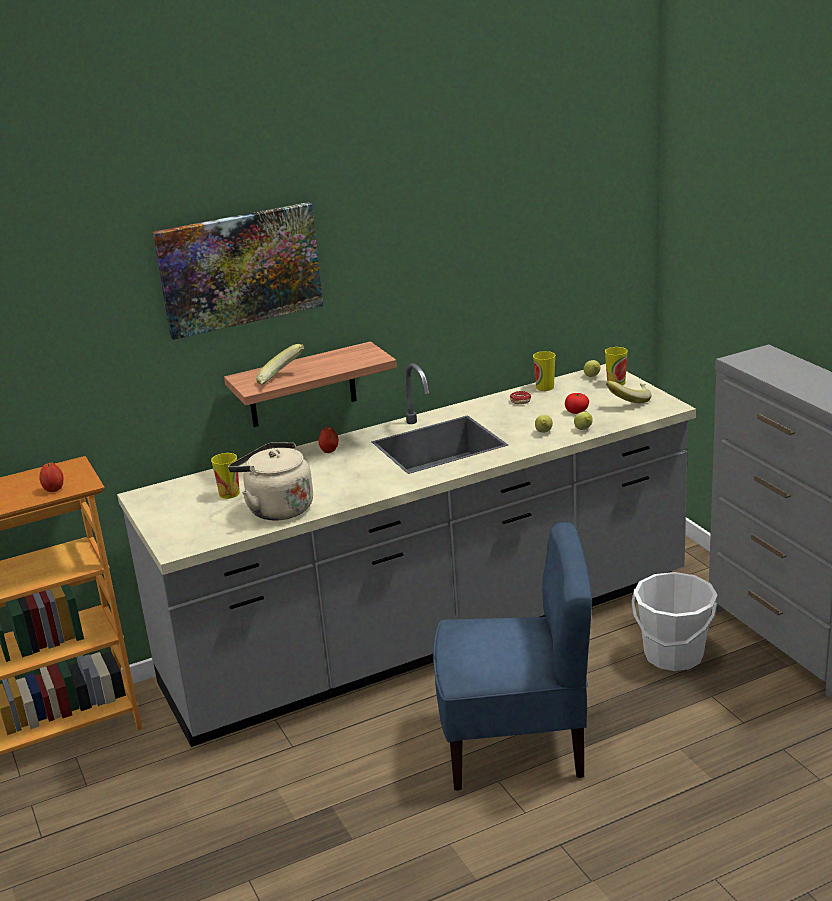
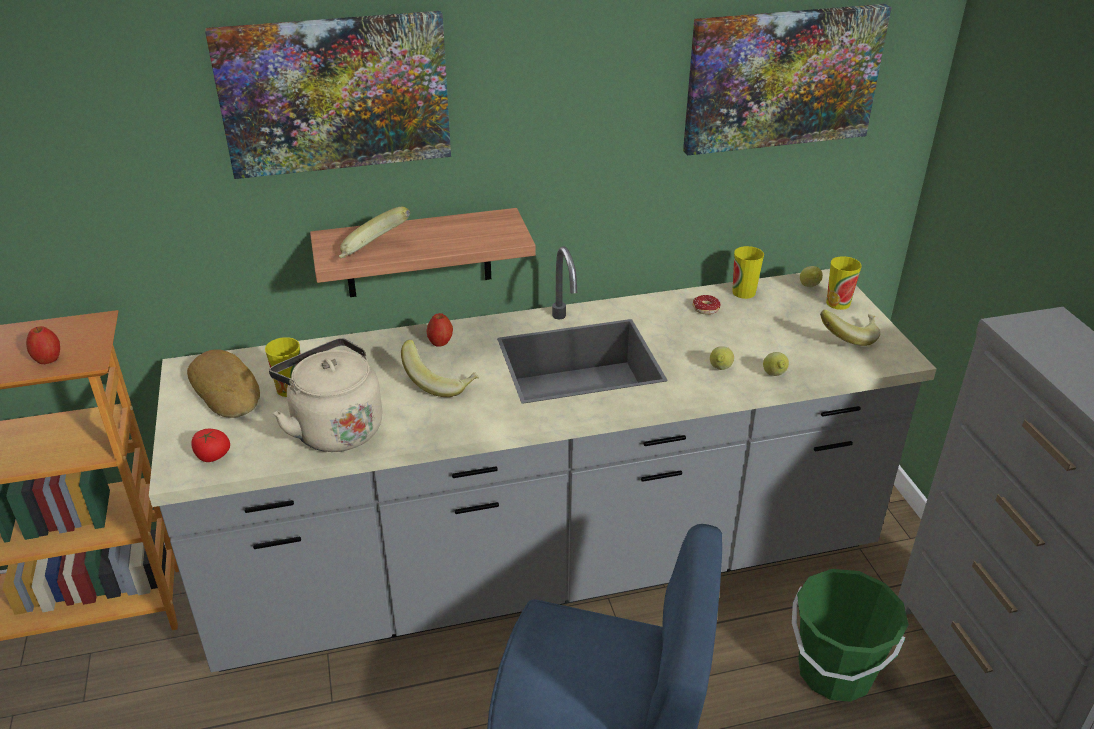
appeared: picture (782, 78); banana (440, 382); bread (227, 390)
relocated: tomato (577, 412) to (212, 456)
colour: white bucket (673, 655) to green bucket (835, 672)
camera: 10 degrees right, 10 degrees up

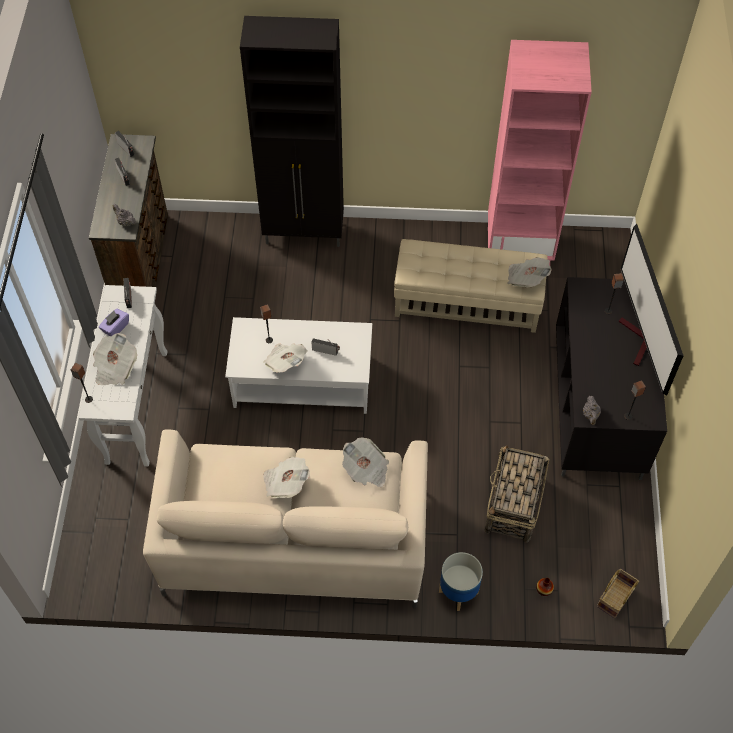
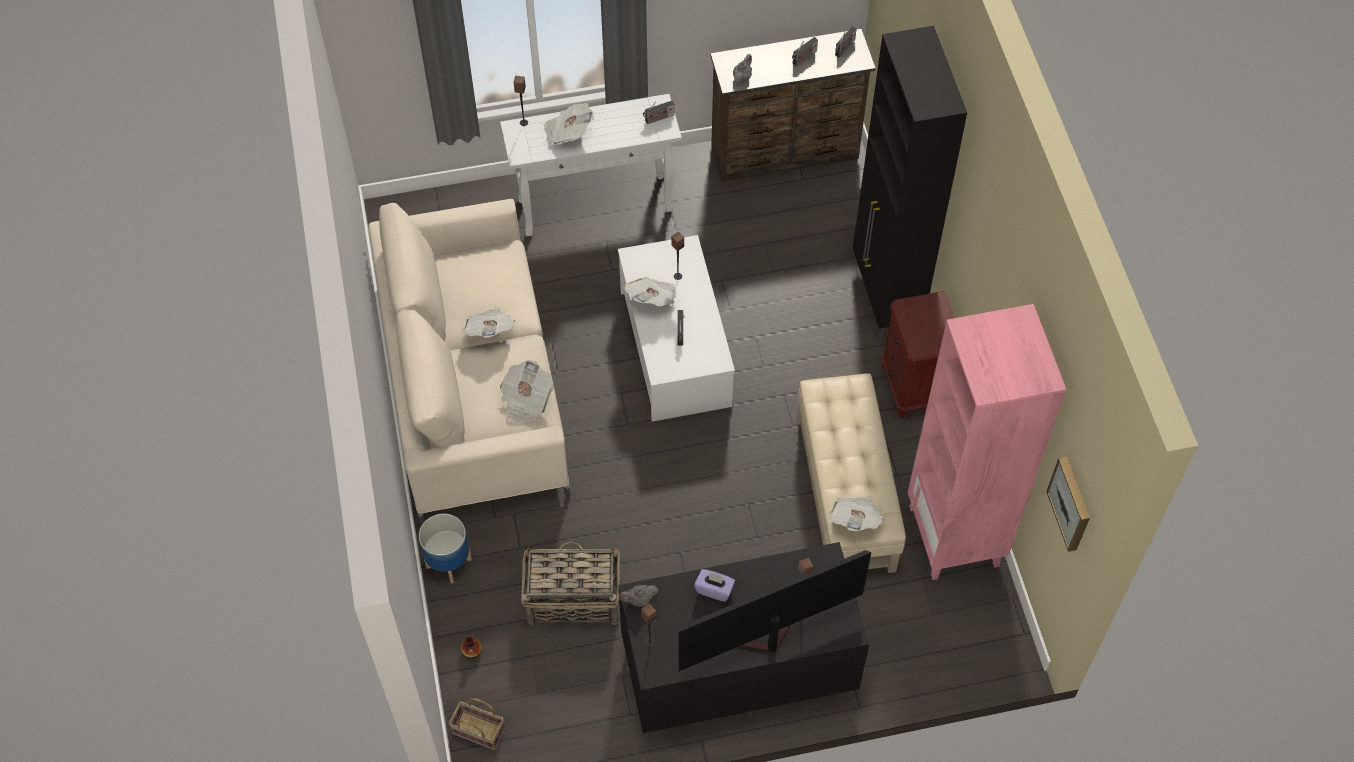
appeared: brown nightstand (914, 387); picture (1071, 503)
relocated: purple tissue box (115, 327) to (714, 590)
camera: 75 degrees right, 0 degrees up

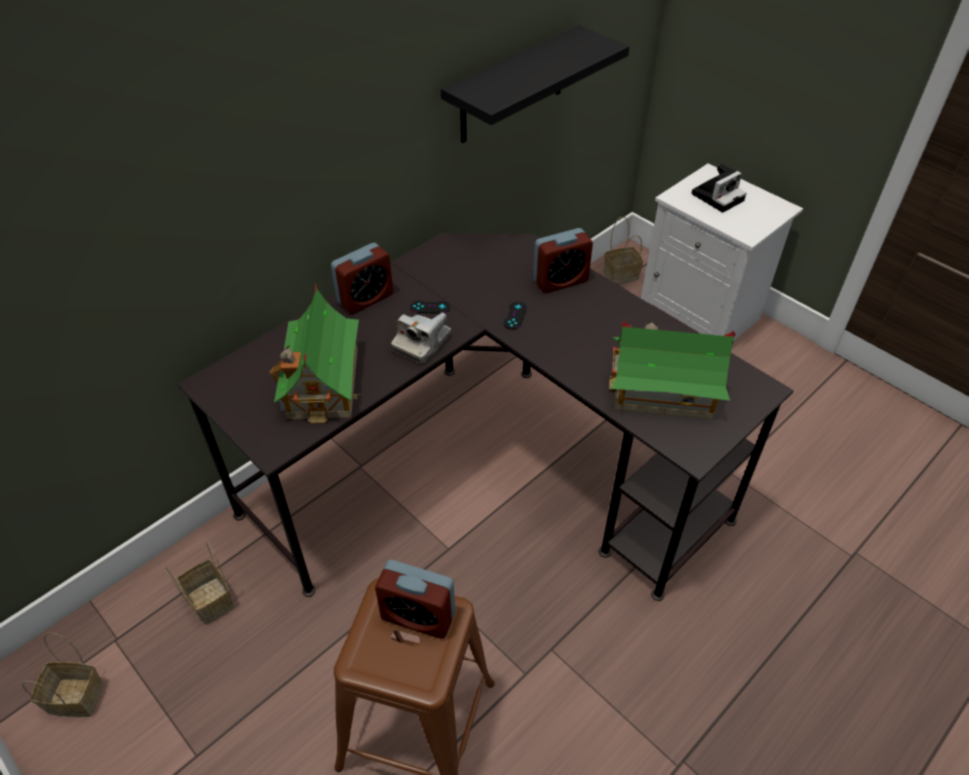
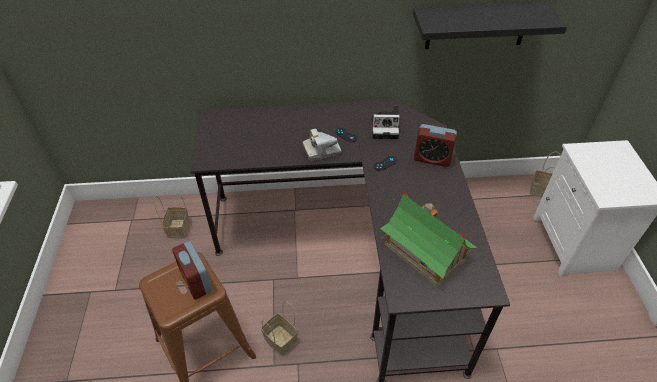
missing: alarm clock (365, 299); toy house (323, 382)
relocated: photo camera (718, 196) to (386, 128); basket (78, 696) to (282, 340)
camera: 40 degrees right, 0 degrees up

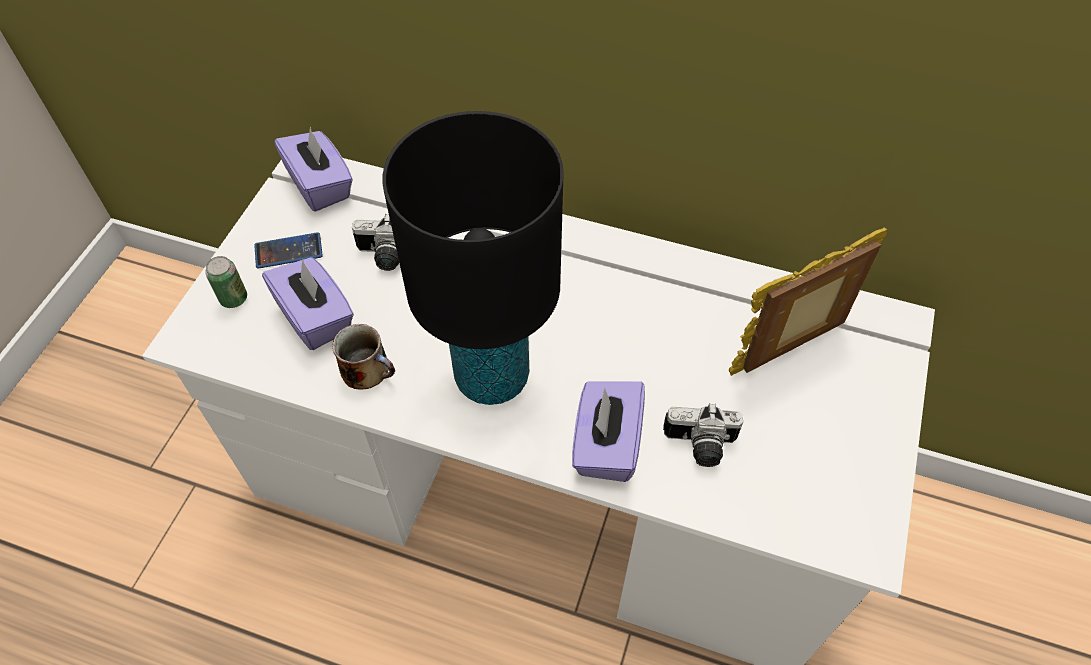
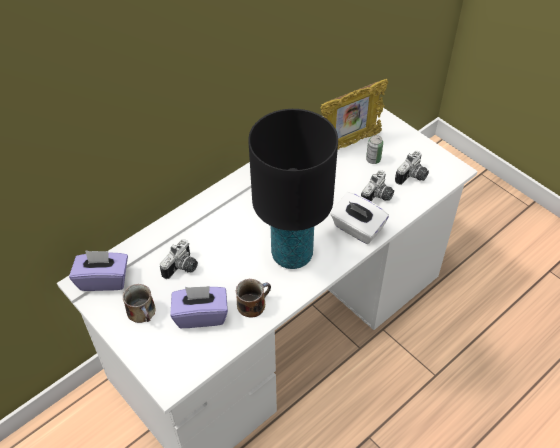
appeared: photo camera (413, 177)
relocated: can (234, 298) to (373, 159)
exchanged: phone (288, 251) to mug (142, 312)
colour: purple tissue box (606, 445) to white tissue box (357, 229)
spun: picture frame (790, 348) = (349, 144) 120 degrees counterclockwise
camera: 60 degrees left, 5 degrees down

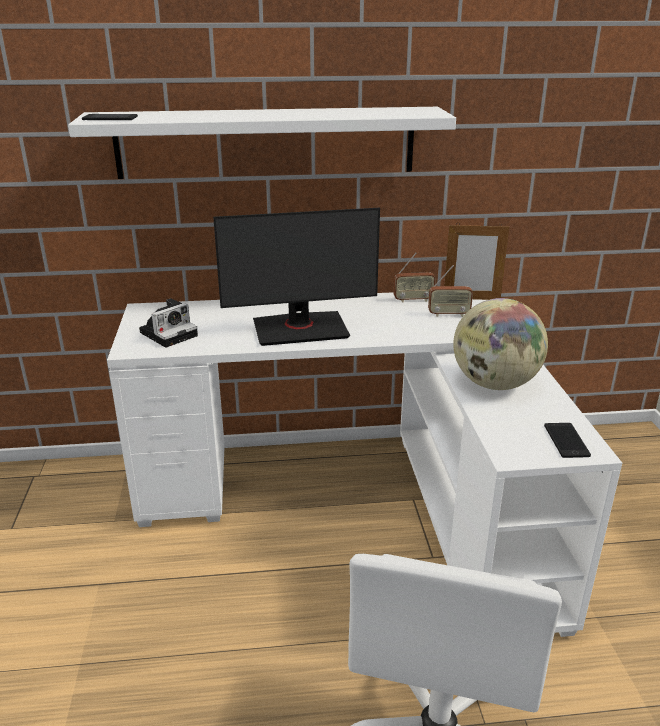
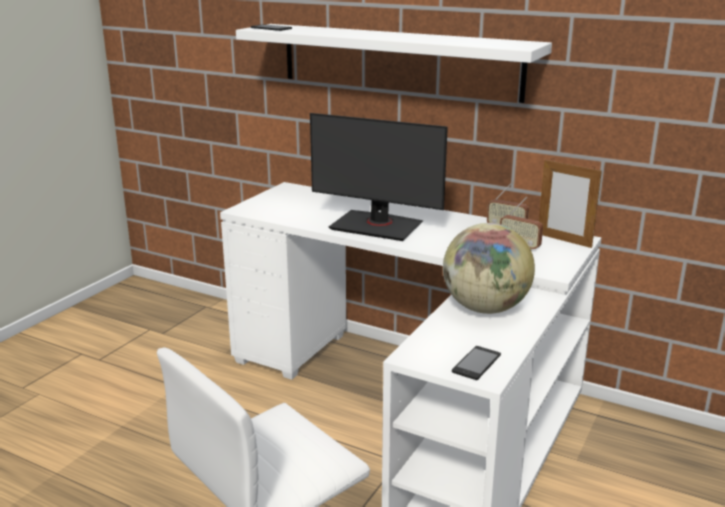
missing: photo camera (170, 333)
camera: 35 degrees right, 5 degrees down

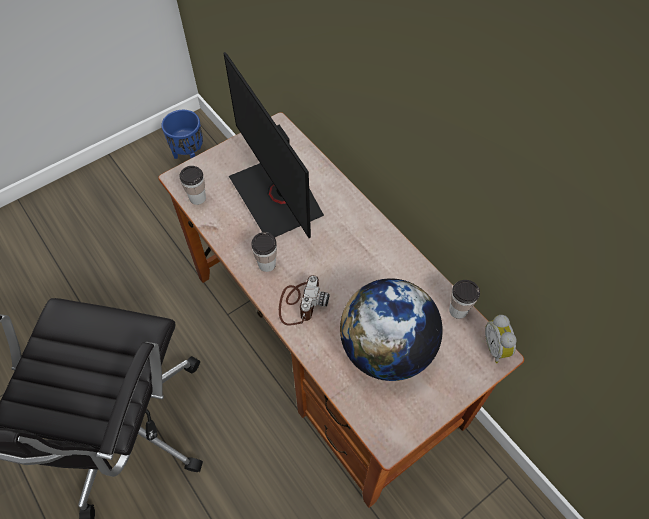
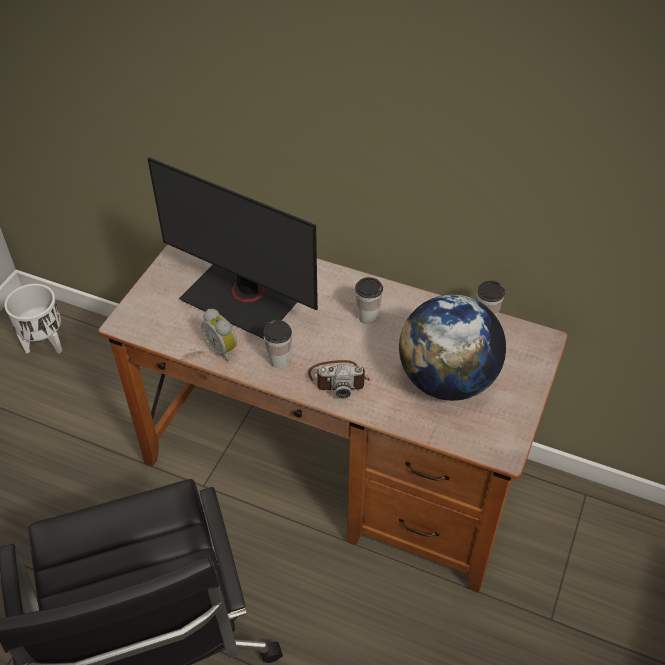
relocated: cup (197, 198) to (367, 317); alarm clock (496, 347) to (223, 349)
colour: blue planter (190, 157) to white planter (45, 343)
spun: photo camera (300, 303) = (338, 379) 105 degrees clockwise
camera: 30 degrees left, 10 degrees down

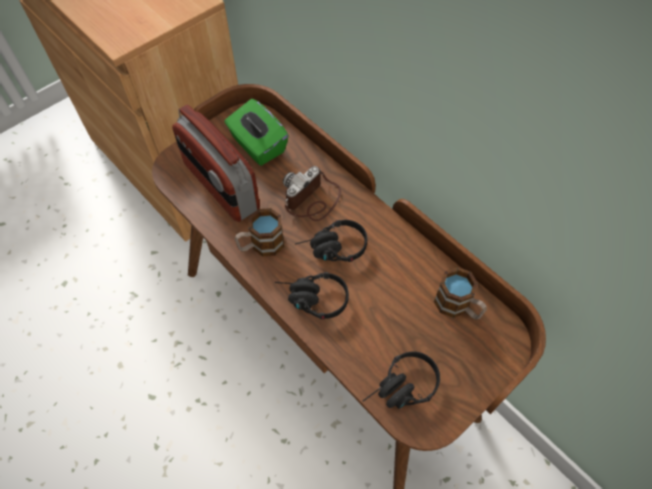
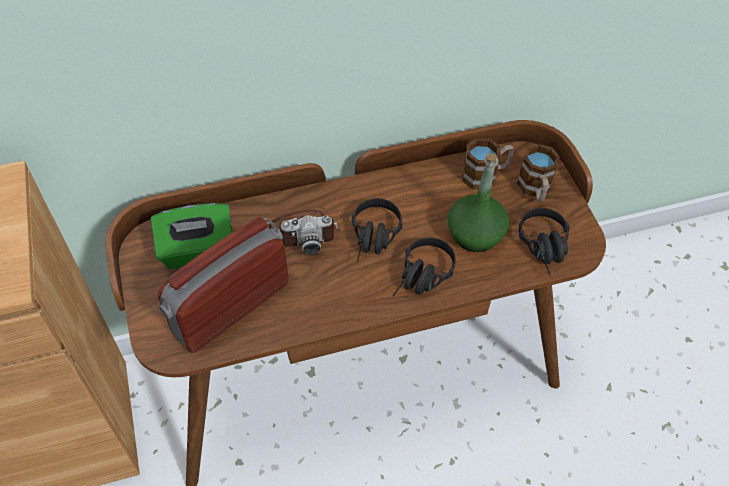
appeared: green bottle (474, 234)
relocated: mug (261, 245) to (535, 189)
spun: radio (220, 187) = (231, 307) 150 degrees clockwise; photo camera (312, 200) = (304, 231) 75 degrees counterclockwise
camera: 65 degrees left, 5 degrees down

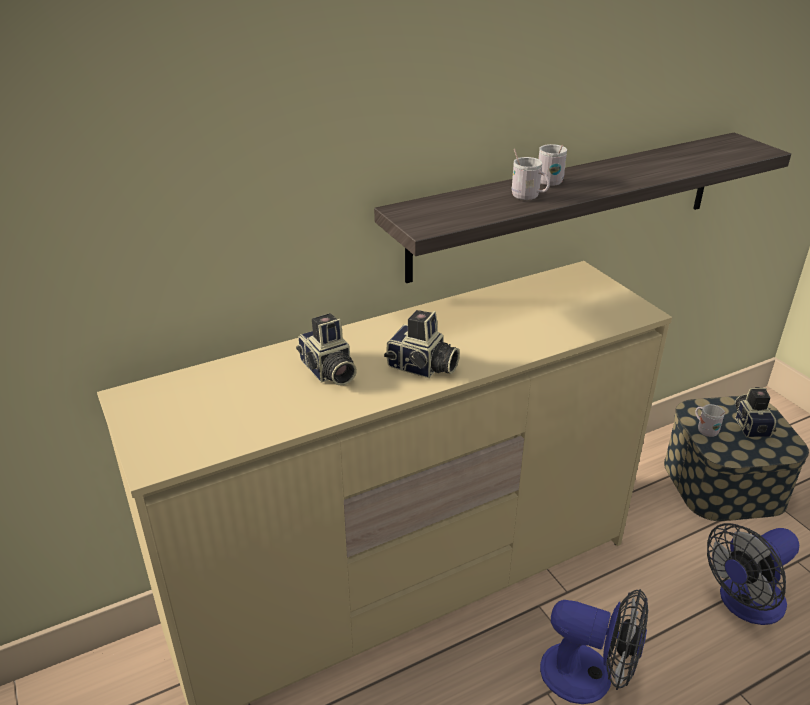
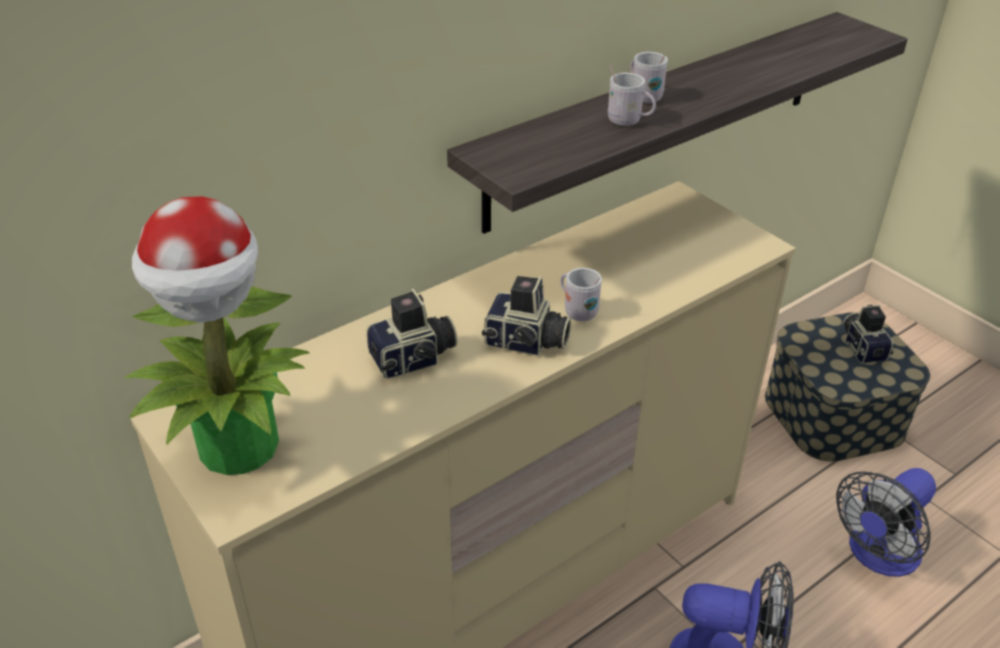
appeared: potted plant (240, 448)
relocated: white mug (705, 430) to (577, 311)
spun: photo camera (328, 371) = (414, 359) 75 degrees counterclockwise
camera: 10 degrees left, 5 degrees up

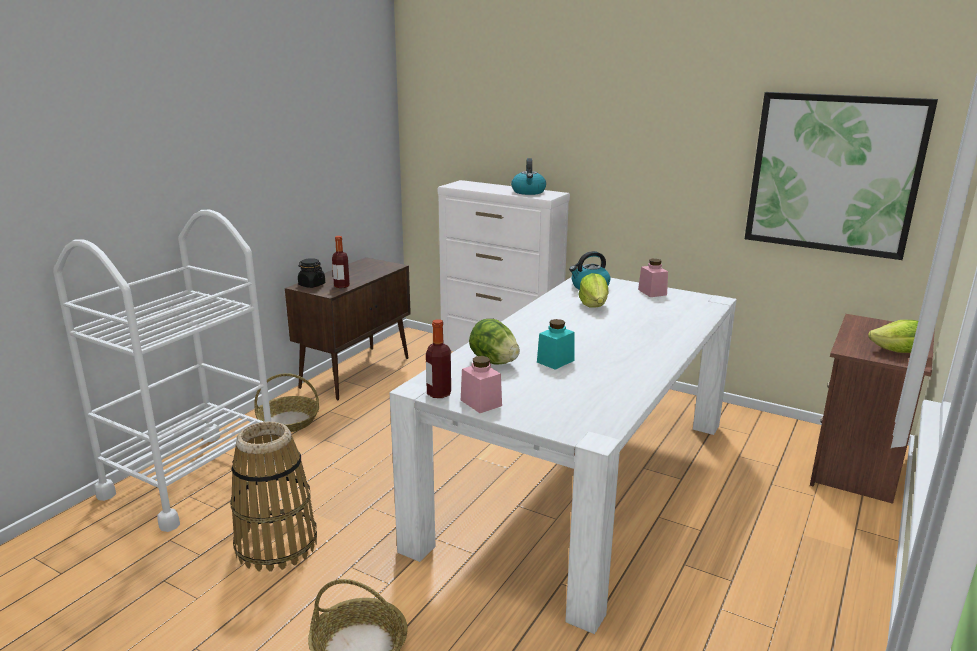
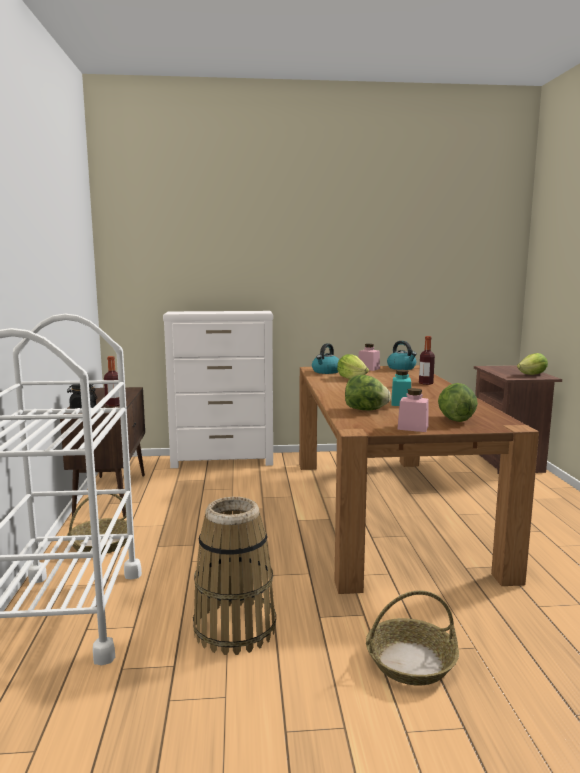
missing: picture (833, 174)
appeared: lettuce (455, 420)
relocated: kettle (528, 192) to (402, 368); bottle (439, 393) to (426, 383)
colour: white dining table (580, 480) to brown dining table (386, 511)
camera: 35 degrees left, 10 degrees down

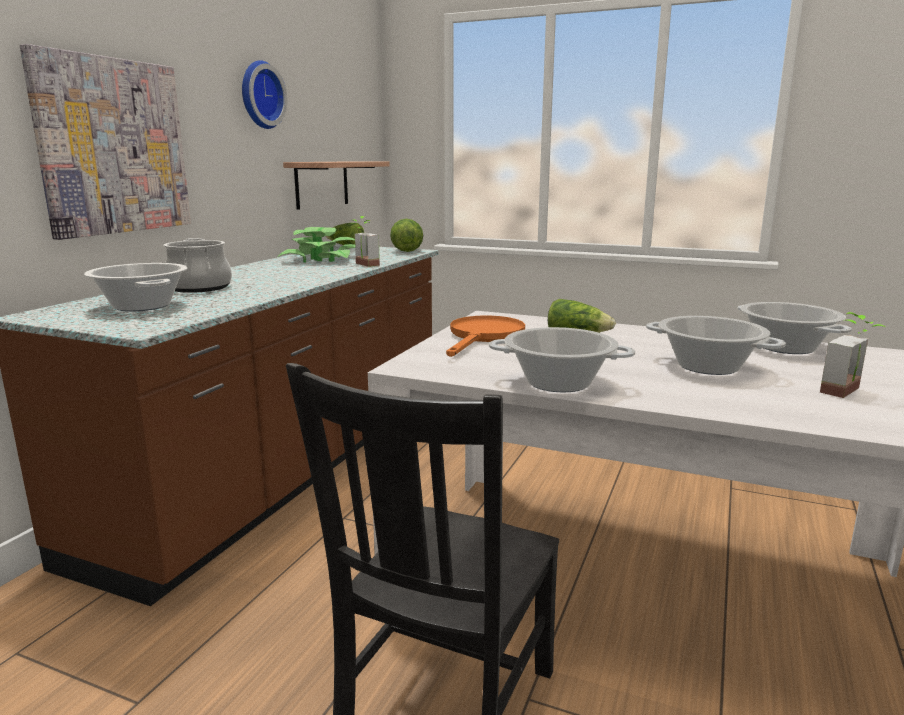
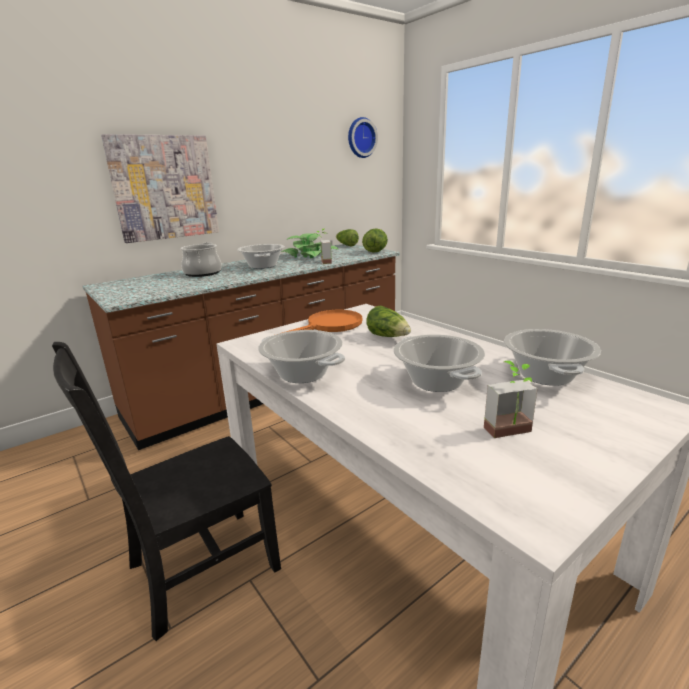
missing: shelf (322, 184)
relocated: wall clock (259, 95) to (360, 138); cooking pot (142, 306) to (263, 266)
camera: 30 degrees right, 5 degrees up

